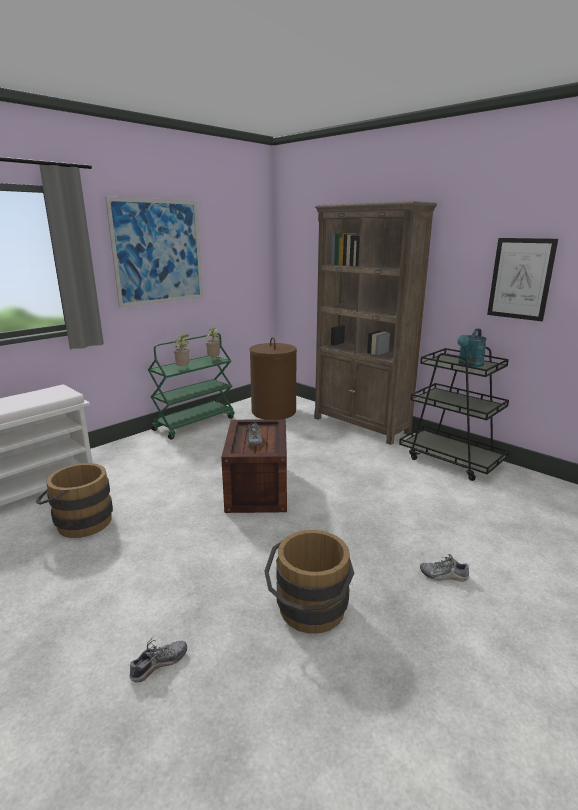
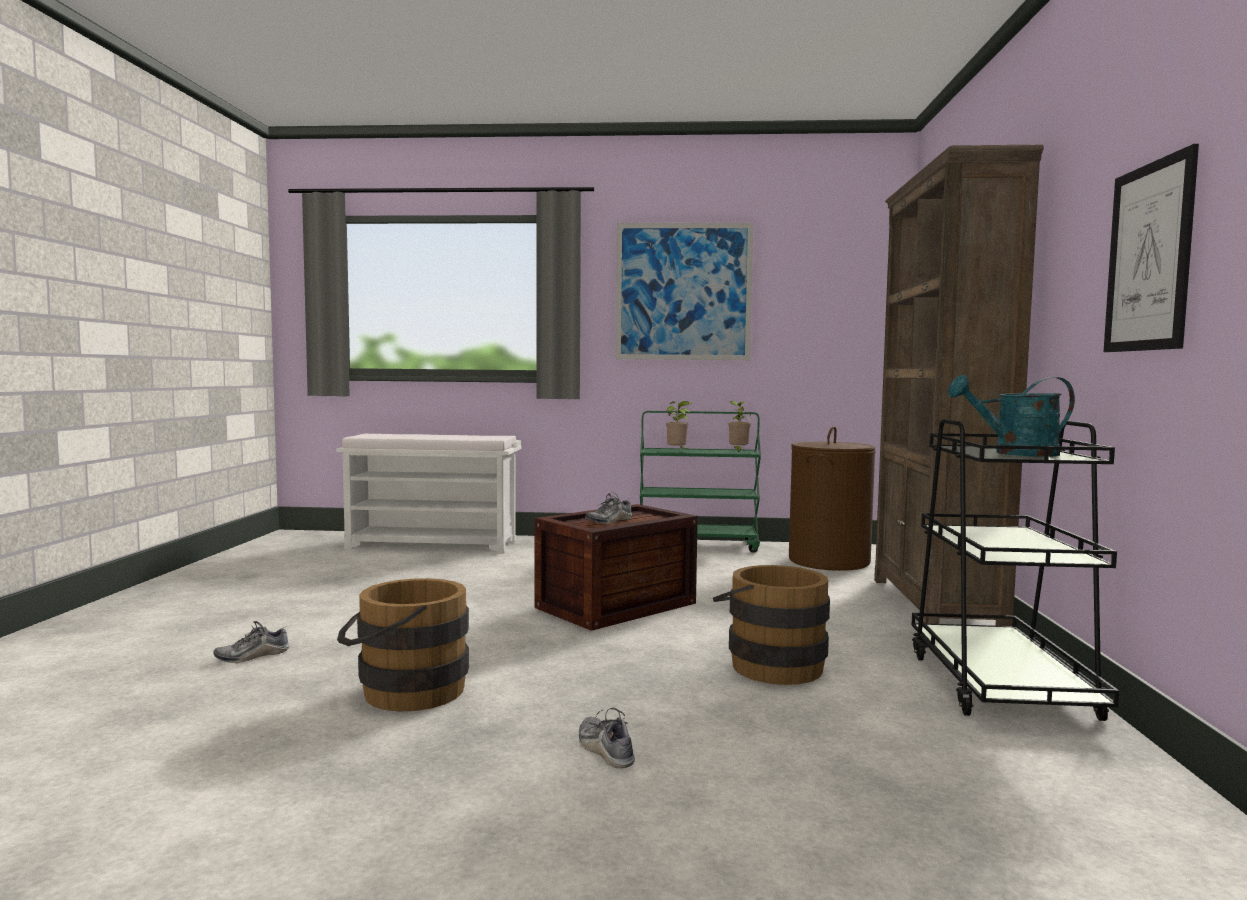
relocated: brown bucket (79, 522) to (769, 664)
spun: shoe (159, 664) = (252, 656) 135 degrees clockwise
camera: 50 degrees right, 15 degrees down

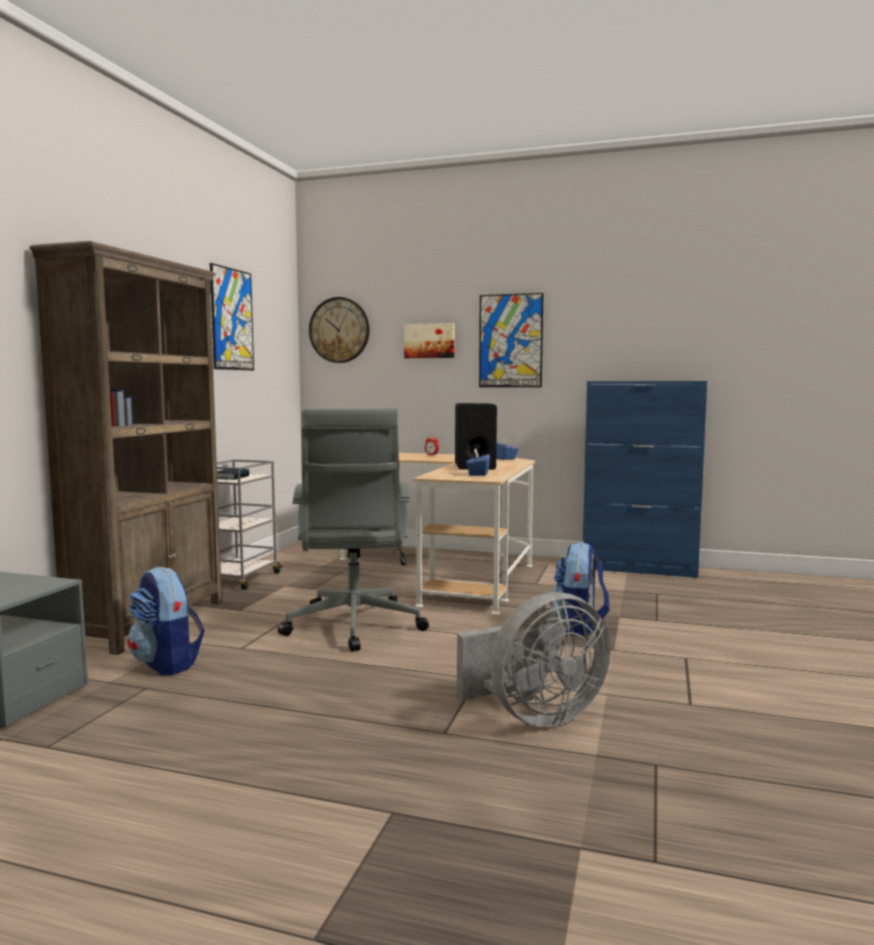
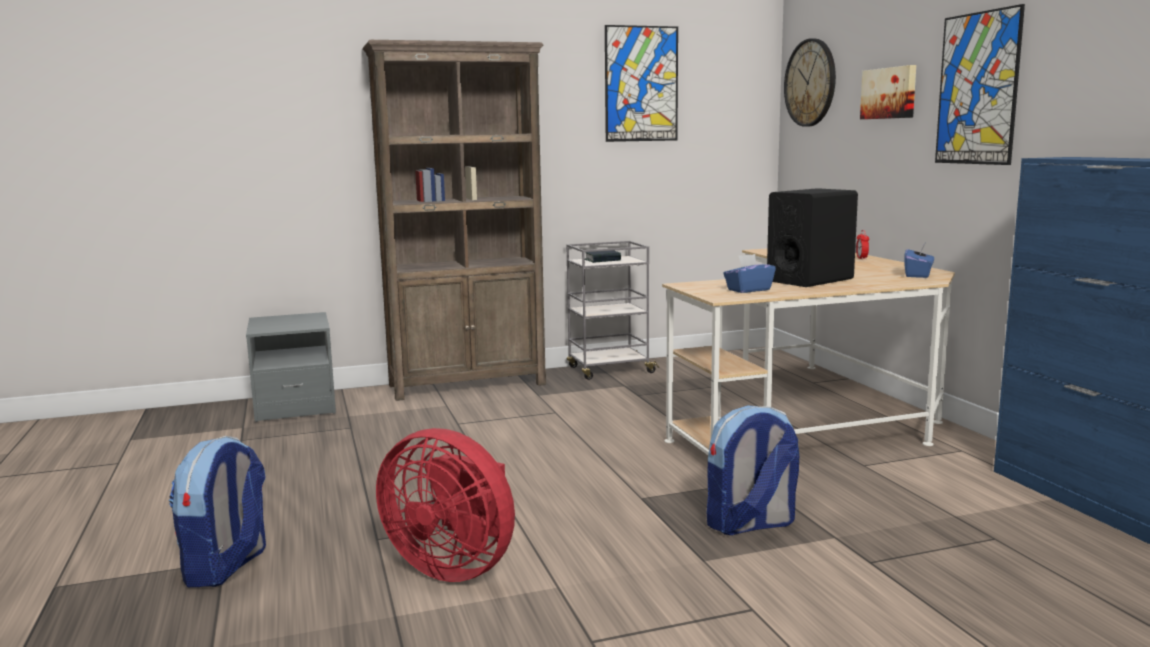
missing: grey office chair (353, 627)
relocated: backpack (167, 664) to (226, 567)
colour: grey fan (536, 716) to red fan (454, 566)
camera: 55 degrees right, 5 degrees up

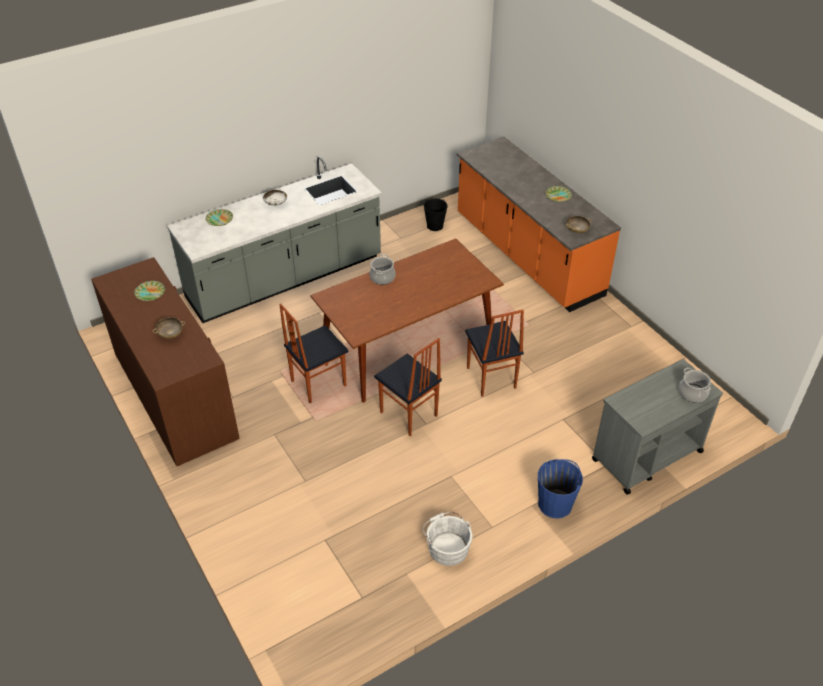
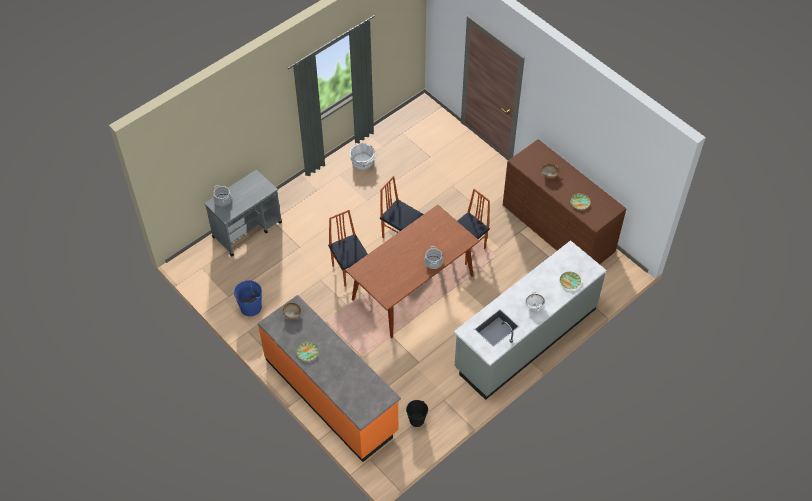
relocated: blue bucket (555, 504) to (250, 307)
camera: 170 degrees right, 10 degrees up

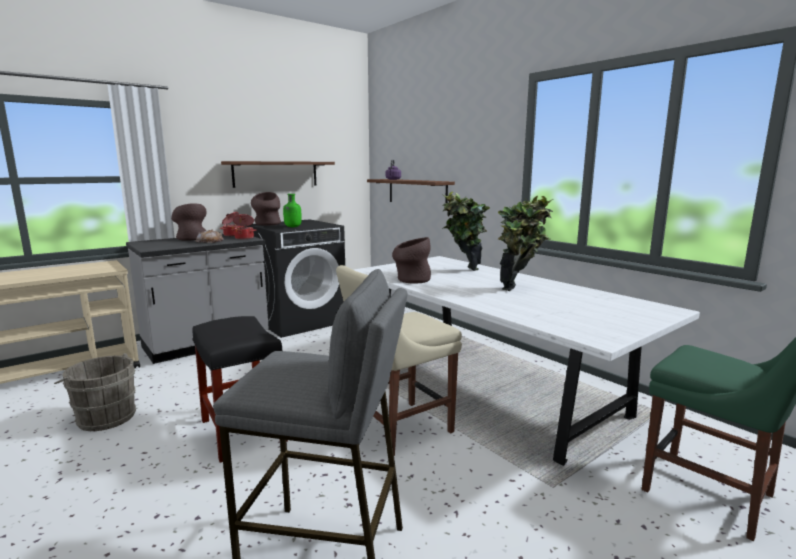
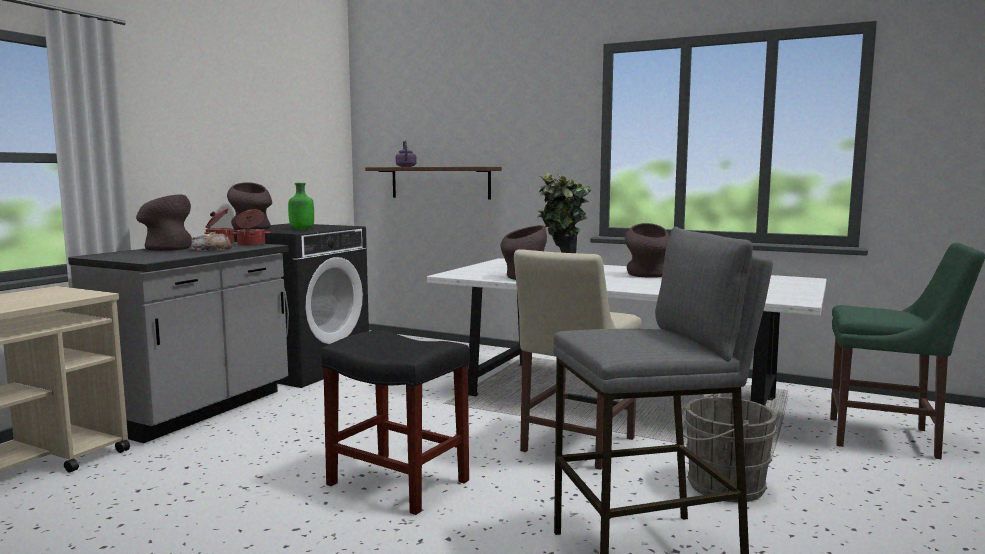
missing: brown shelf (276, 174)
relocated: grey bucket (104, 417) to (720, 486)
exchanged: potted plant (519, 288) to brown vase (648, 275)
camera: 25 degrees left, 5 degrees down

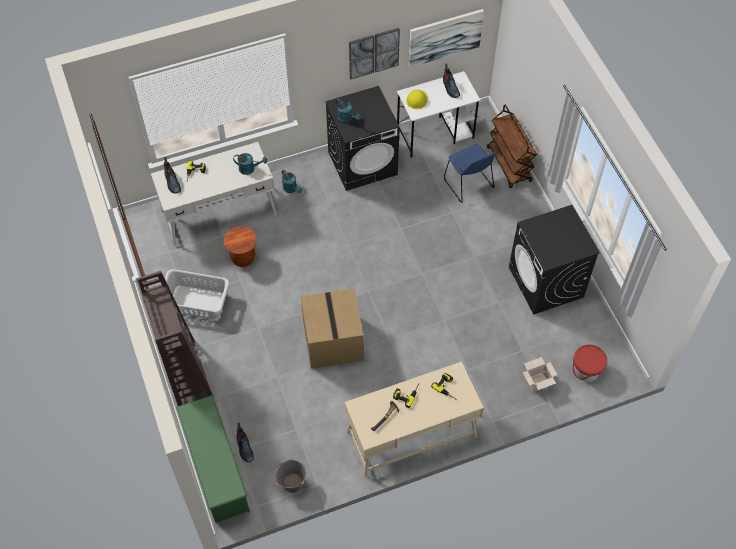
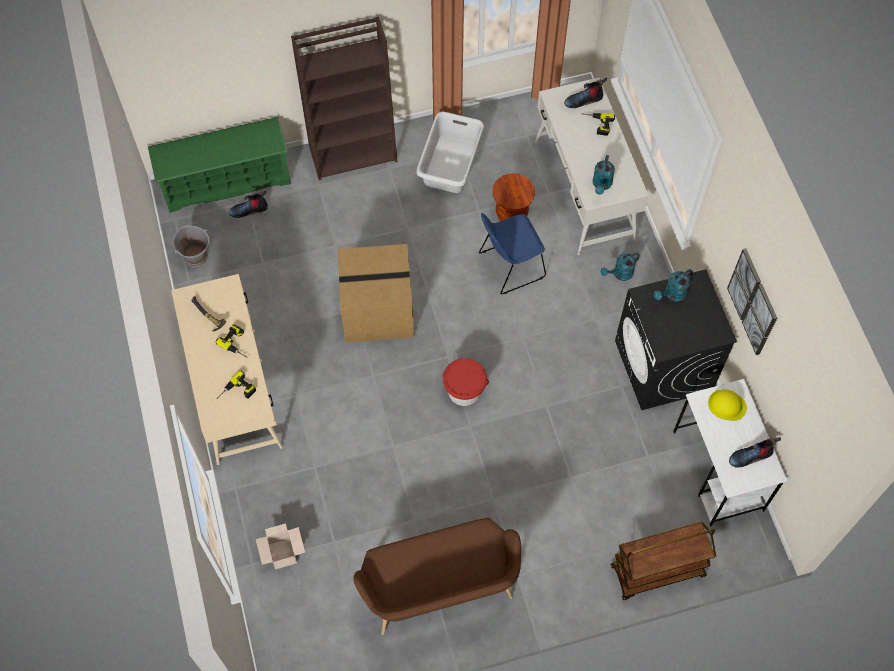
missing: picture (445, 37)
relocated: blue chair (469, 184) to (509, 266); red bucket (586, 370) to (464, 391)
exchanged: black washing machine (546, 282) to brown bench (440, 592)
camera: 95 degrees right, 5 degrees up

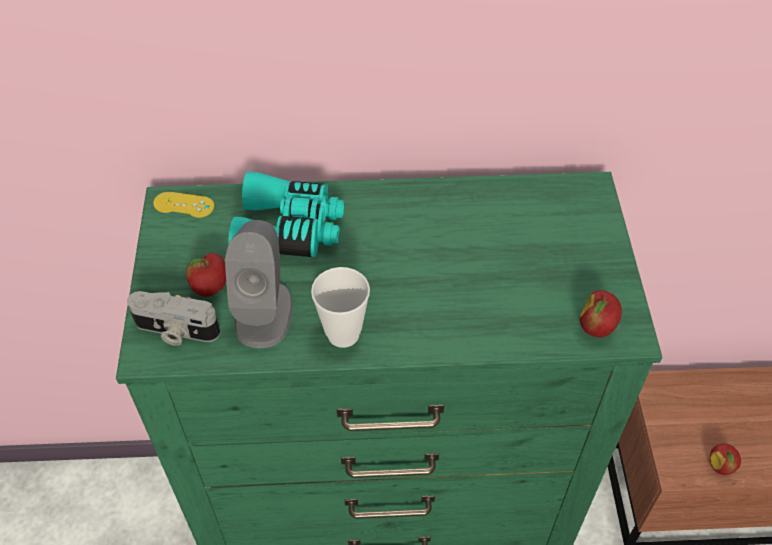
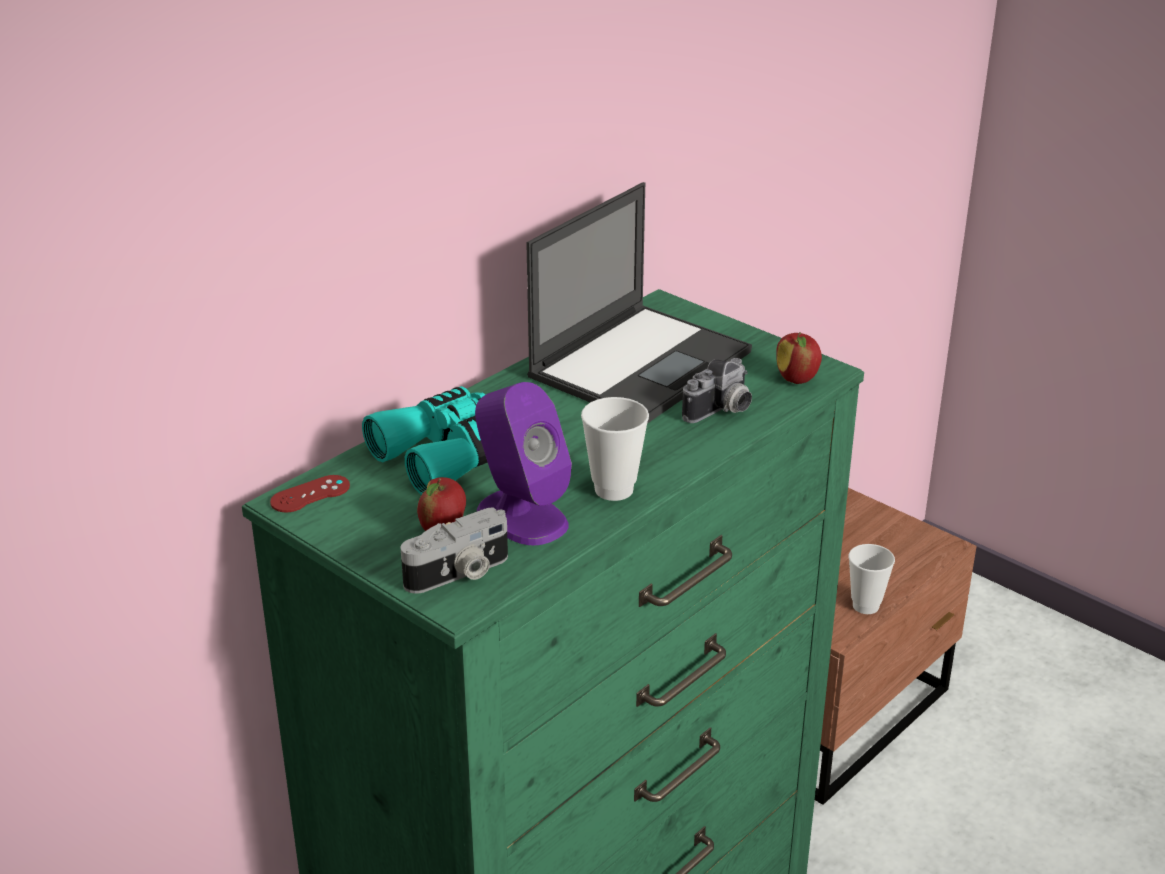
appeared: laptop (641, 363); photo camera (722, 412)
exchanged: apple (720, 466) to cup (865, 606)
colour: yellow game controller (184, 205) to red game controller (310, 494); grey speaker (264, 312) to purple speaker (521, 516)
camera: 45 degrees left, 20 degrees down

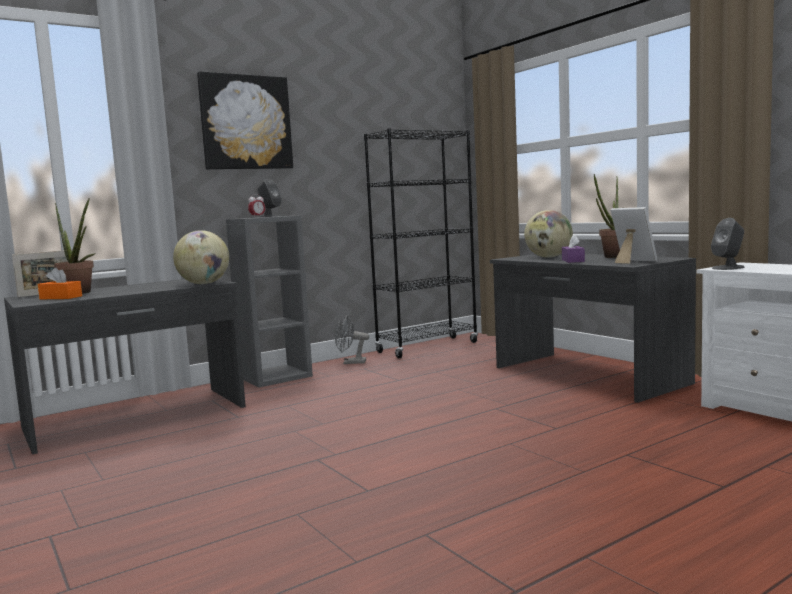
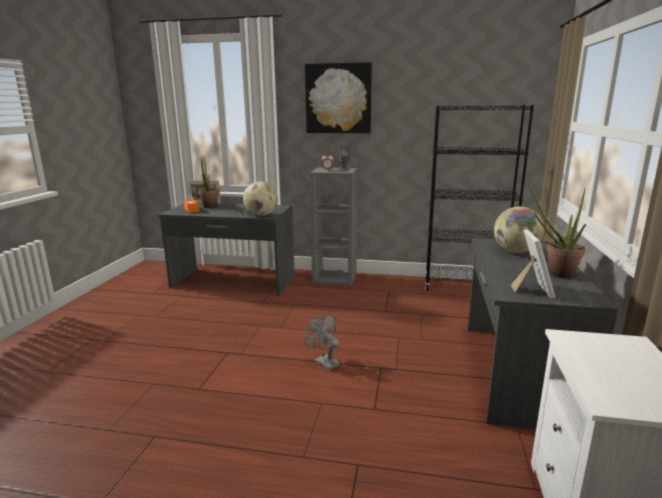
missing: grey speaker (728, 268); purple tissue box (573, 261)
relocated: grey fan (350, 362) to (323, 361)
camera: 45 degrees right, 10 degrees up

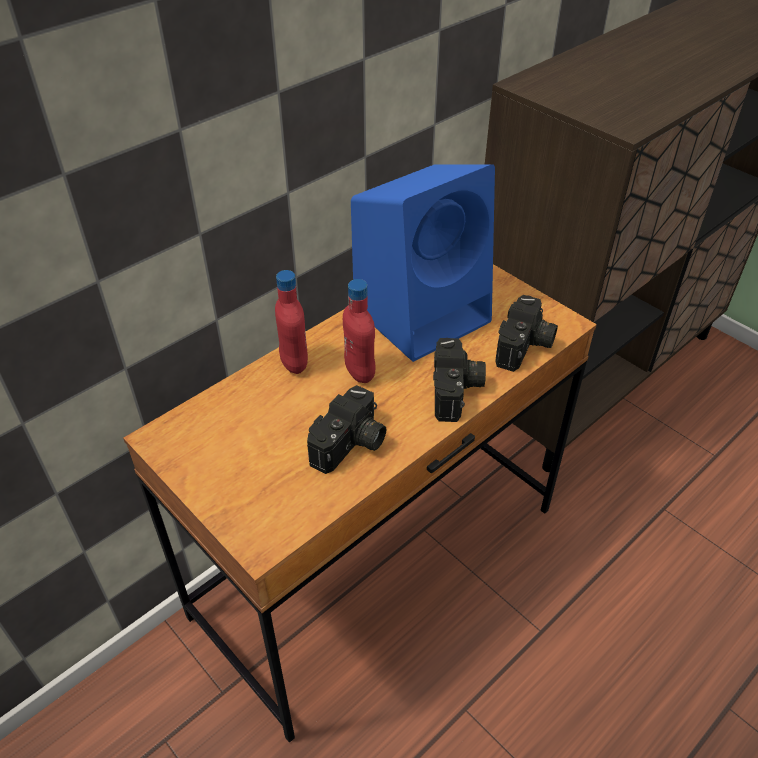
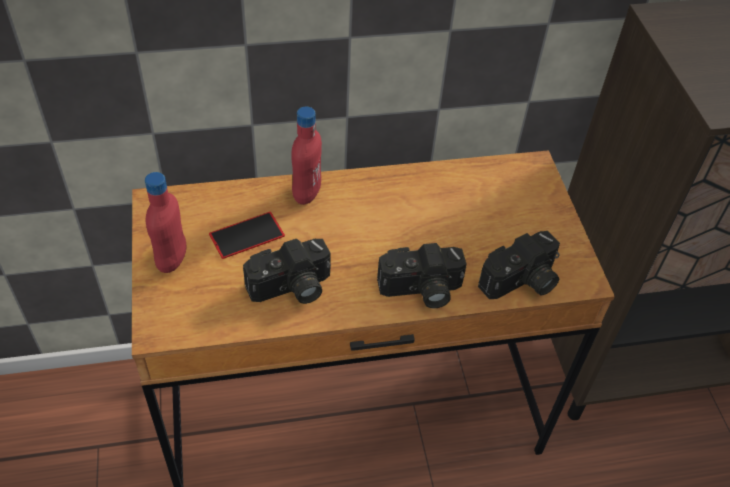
missing: blue speaker (424, 313)
appeared: phone (247, 235)
relocated: red bottle (360, 372) to (172, 259)
spun: photo camera (457, 392) = (421, 291) 45 degrees clockwise
camera: 30 degrees right, 5 degrees up

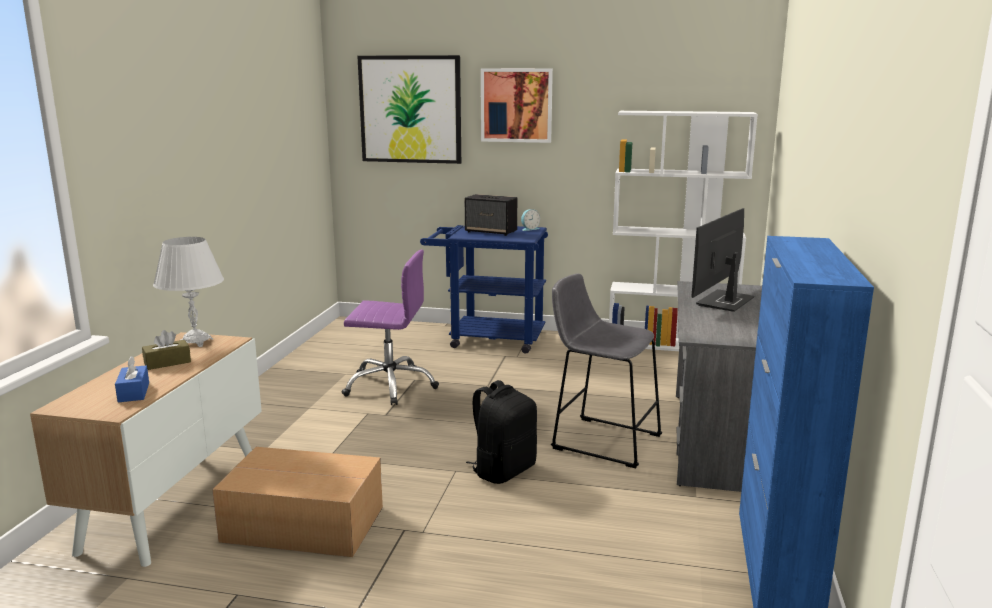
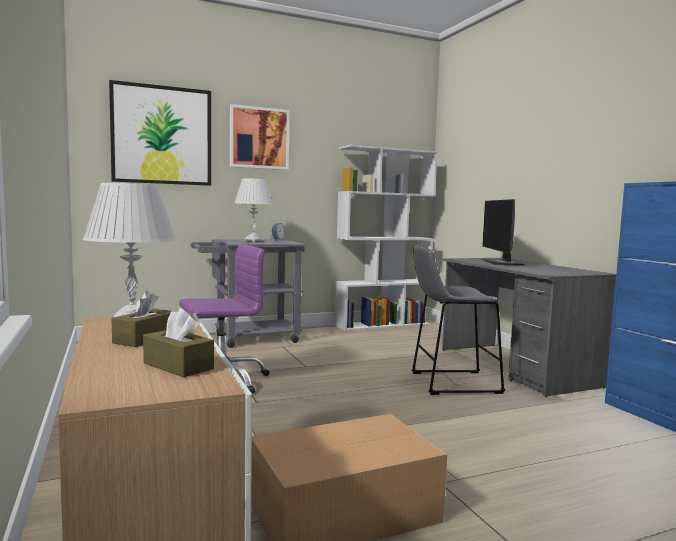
missing: black backpack (503, 470)
exchanged: speaker (491, 232) to white table lamp (253, 241)
colour: blue cart (487, 339) to grey cart (248, 338); blue tissue box (133, 392) to brown tissue box (178, 366)
camera: 35 degrees left, 10 degrees down

